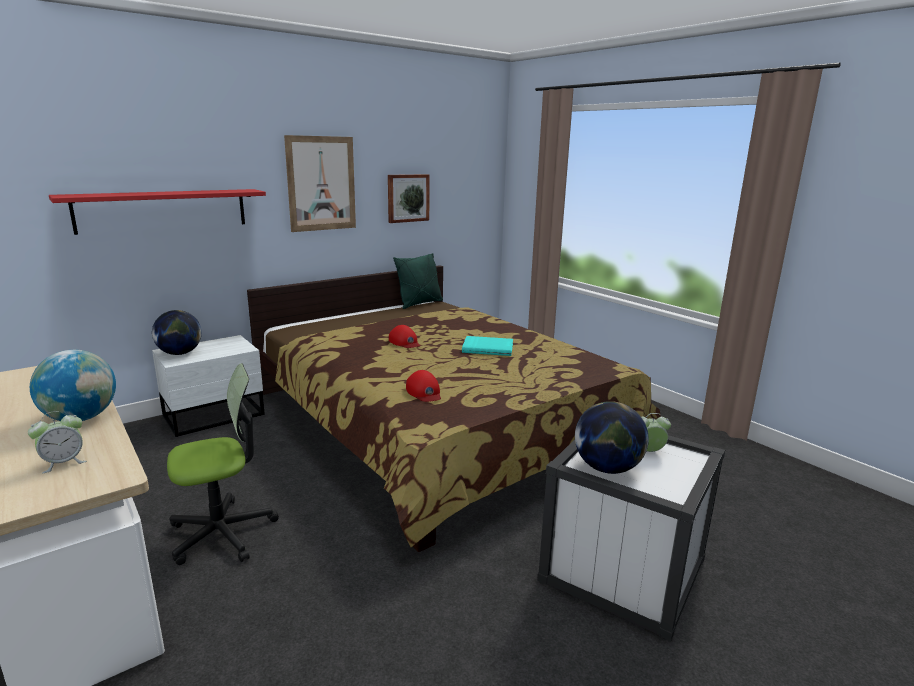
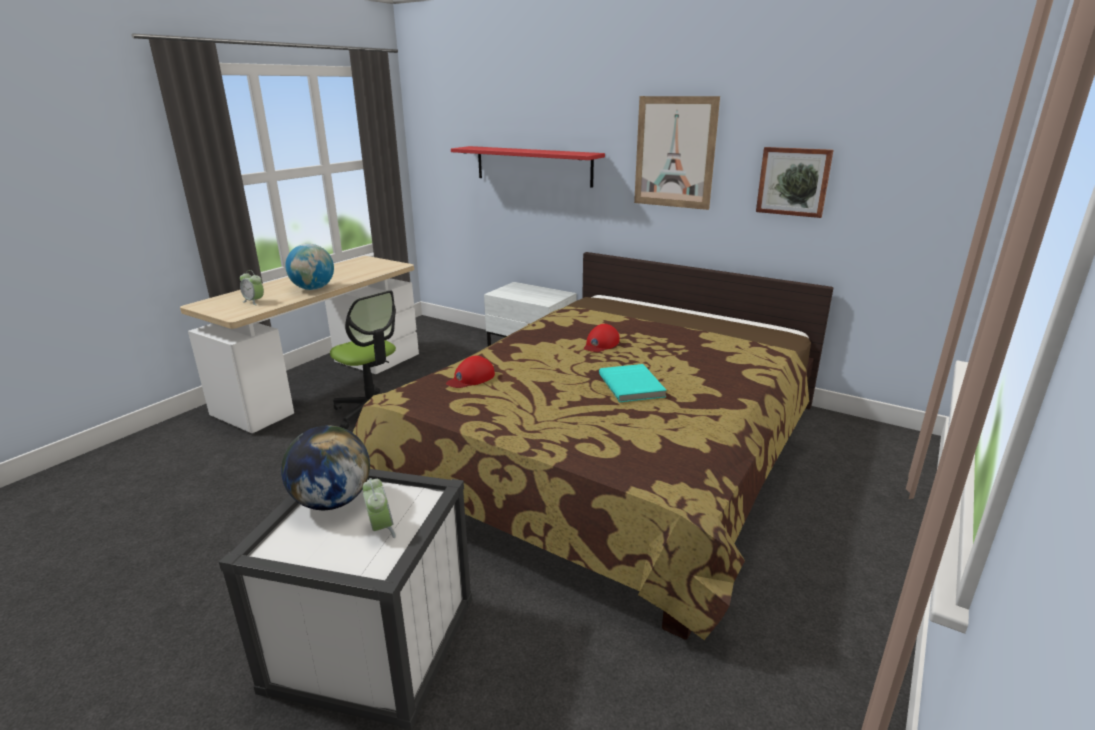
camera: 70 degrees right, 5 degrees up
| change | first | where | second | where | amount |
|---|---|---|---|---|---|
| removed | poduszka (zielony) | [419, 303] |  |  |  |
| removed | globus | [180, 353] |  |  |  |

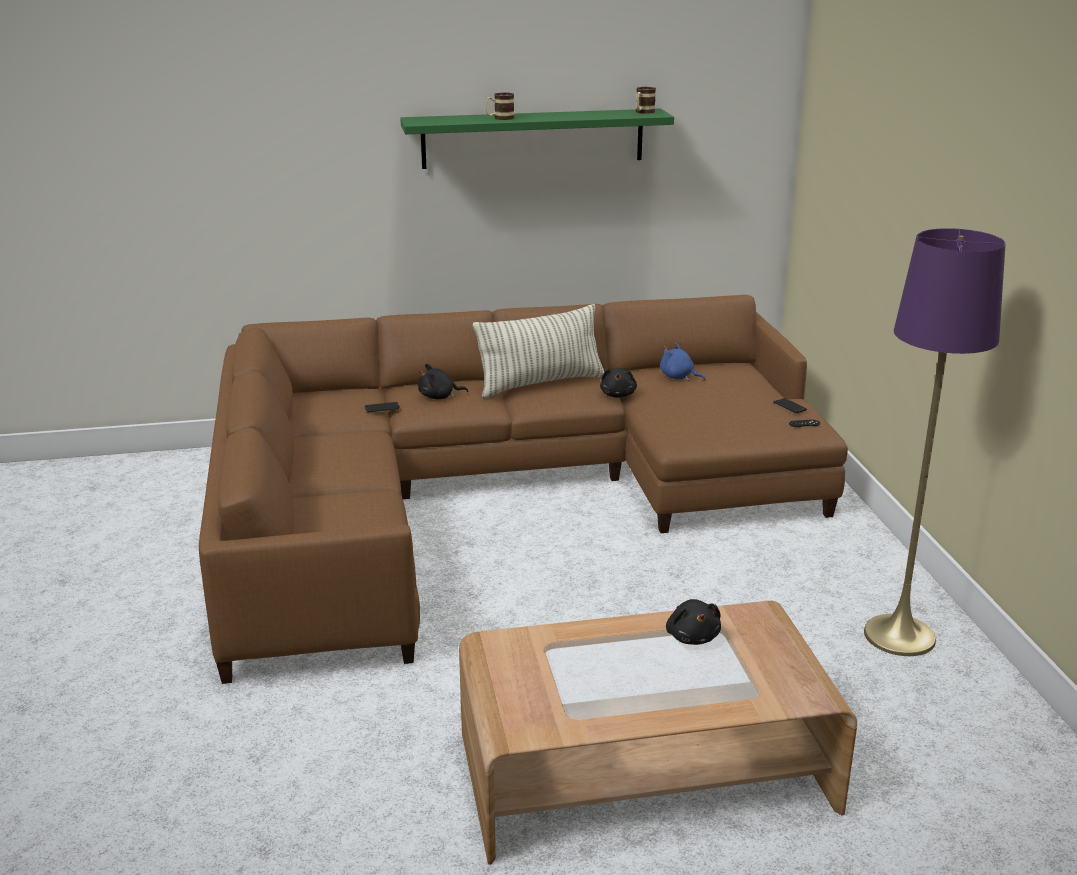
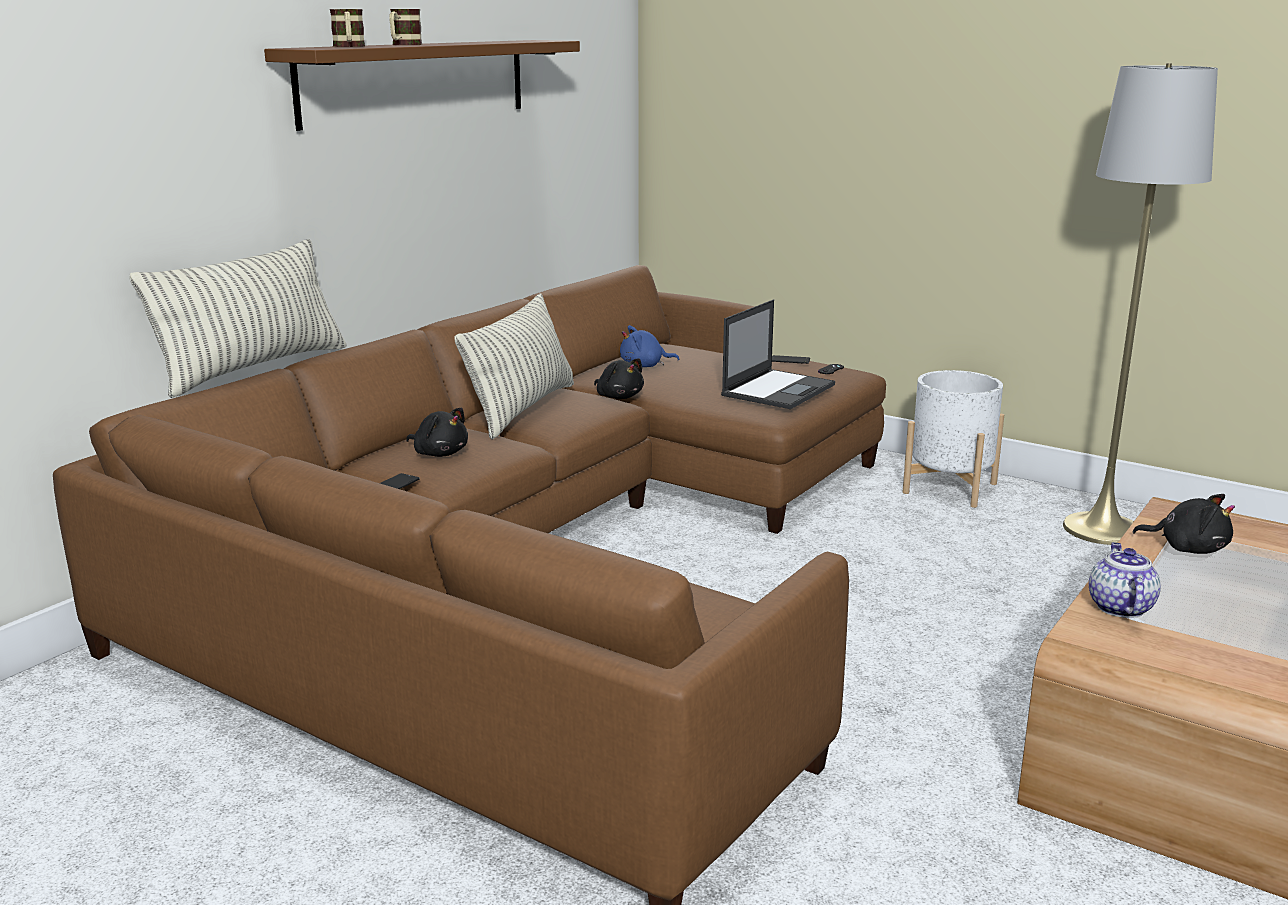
camera: 45 degrees left, 5 degrees down
| change | first | where | second | where | amount |
|---|---|---|---|---|---|
| moved | kubek | [643, 112] |  | [349, 46] |  |
| recoloured | półka (zielony) | [533, 138] | półka (brązowy) | [416, 81] |  |
| recoloured | lampa stojąca (fioletowy) | [899, 635] | lampa stojąca (szary) | [1102, 529] |  |
| turned | pluszak (czarny) | [439, 397] |  | [439, 453] | 90 degrees counterclockwise |
| added |  |  | poduszka | [253, 369] |  |
| added |  |  | laptop | [779, 389] |  |
| added |  |  | donica (biały) | [950, 488] |  |
| added |  |  | imbryk | [1119, 607] |  |

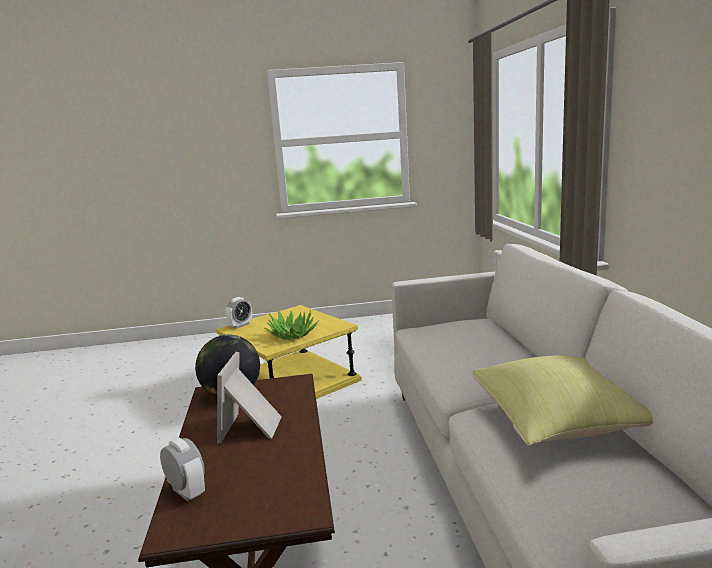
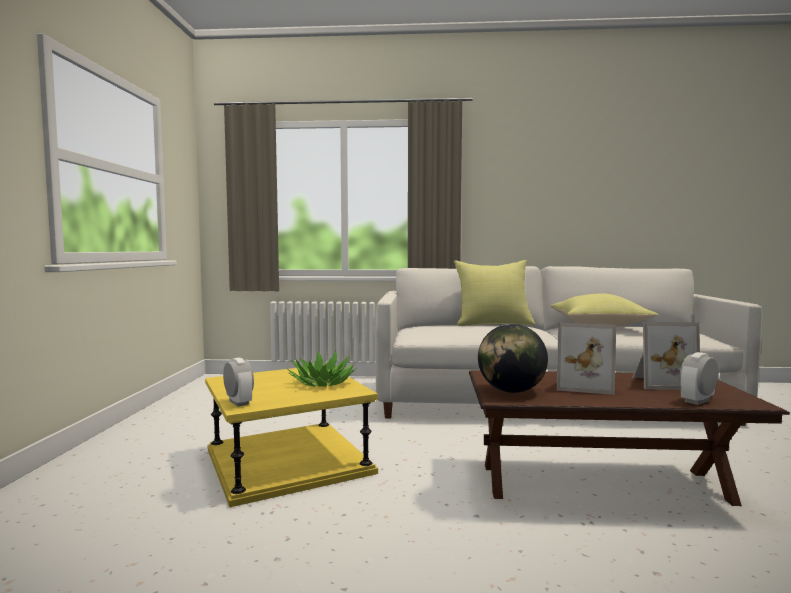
camera: 80 degrees left, 10 degrees down
| change | first | where | second | where | amount |
|---|---|---|---|---|---|
| added |  |  | poduszka (żółty) | [493, 324] |  |
| added |  |  | ramka na zdjęcie | [661, 383] |  |

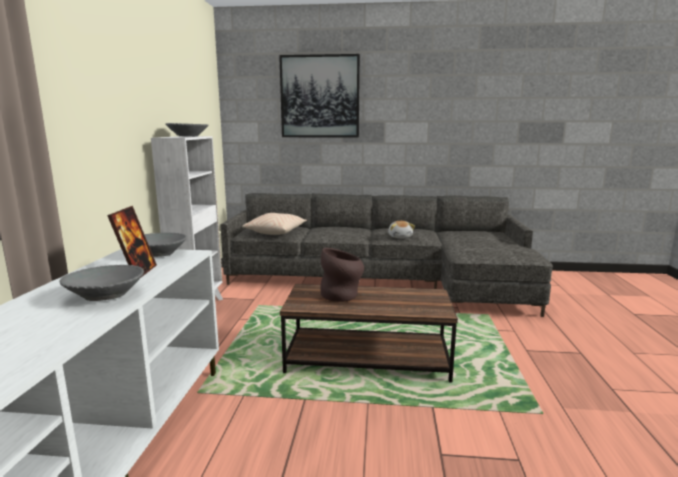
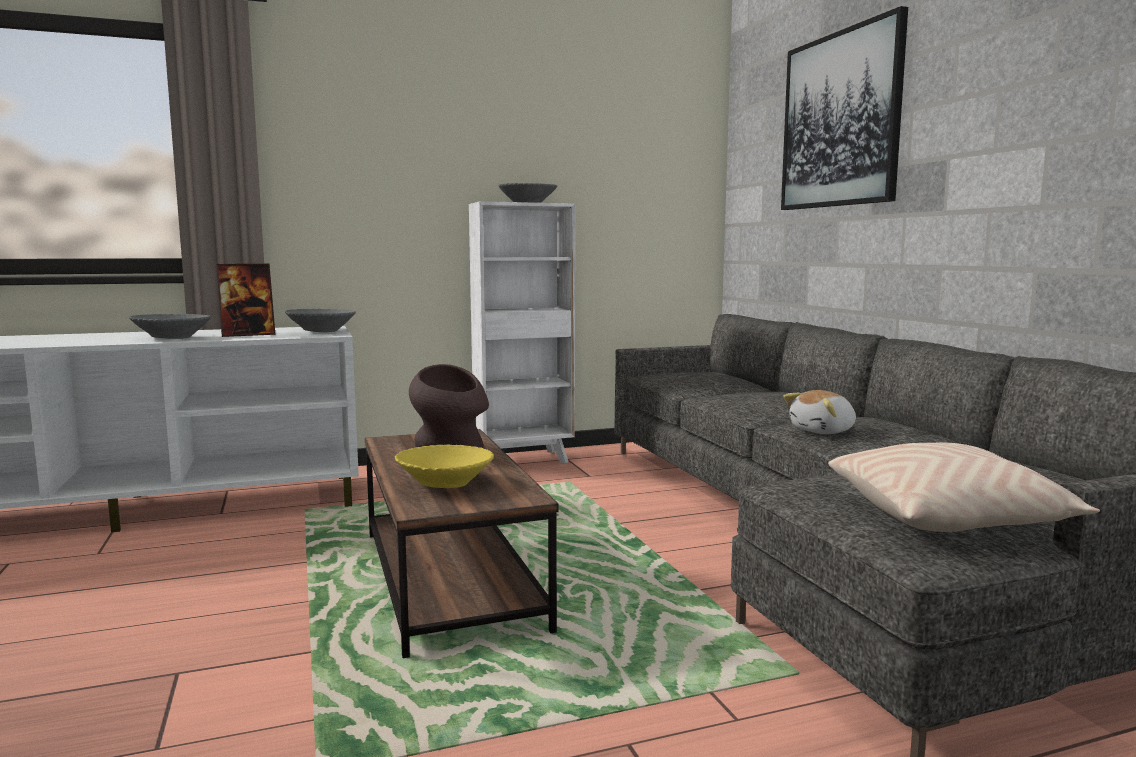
camera: 65 degrees right, 5 degrees down
| change | first | where | second | where | amount |
|---|---|---|---|---|---|
| moved | poduszka (beżowy) | [276, 232] |  | [948, 518] |  |
| added |  |  | miska (żółty) | [445, 483] |  |

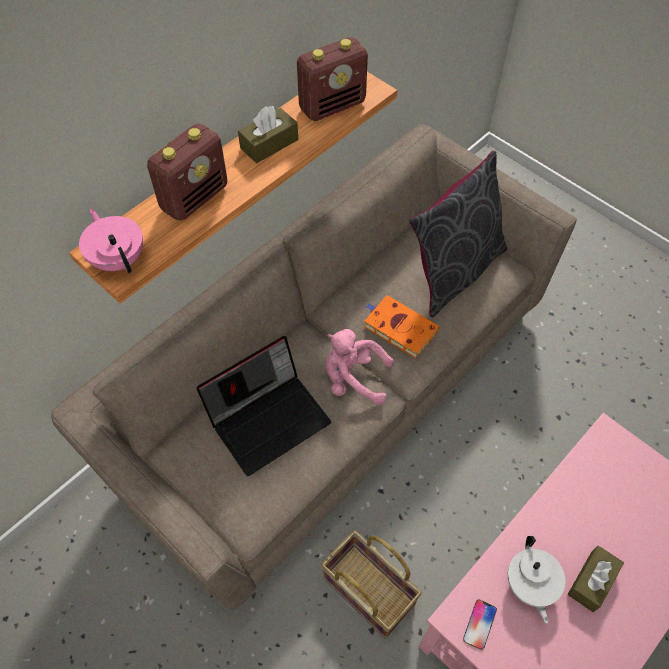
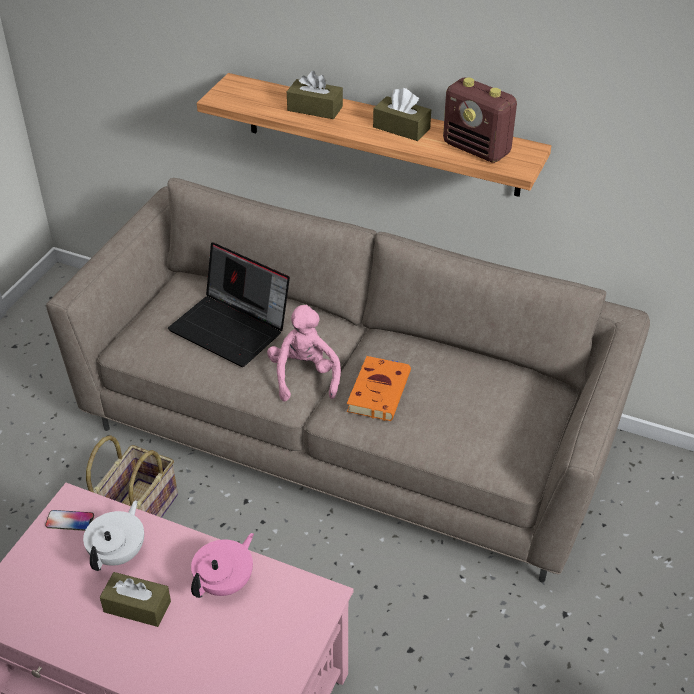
camera: 70 degrees right, 15 degrees down
| change | first | where | second | where | amount |
|---|---|---|---|---|---|
| replaced | radio | [195, 197] | pudełko chusteczek (brązowy) | [315, 108] |  |
| removed | poduszka (szary) | [454, 271] |  |  |  |
| moved | imbryk (różowy) | [119, 259] |  | [225, 583] |  |
| turned | imbryk (biały) | [529, 585] |  | [119, 553] | 135 degrees clockwise |

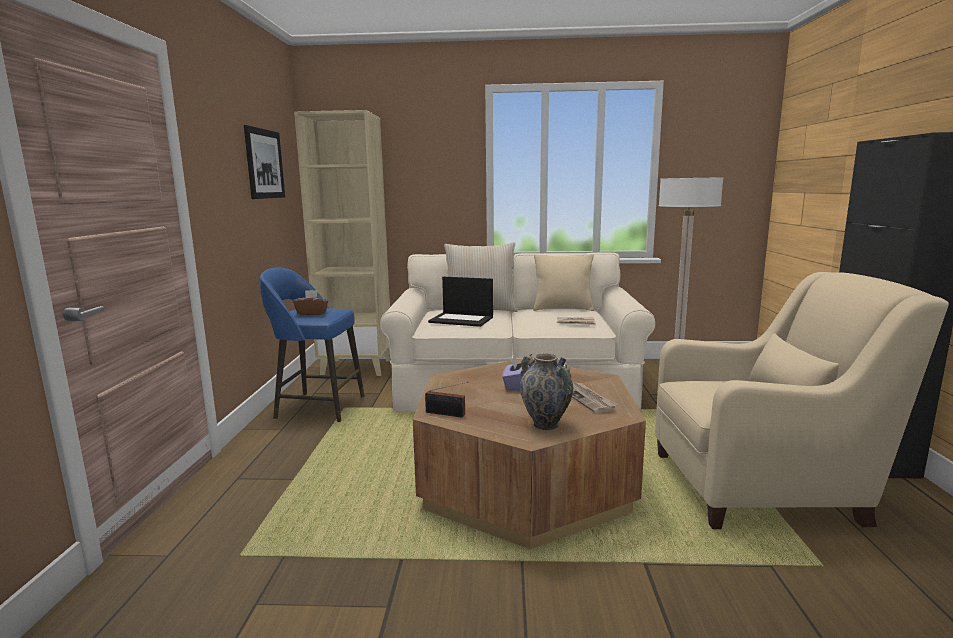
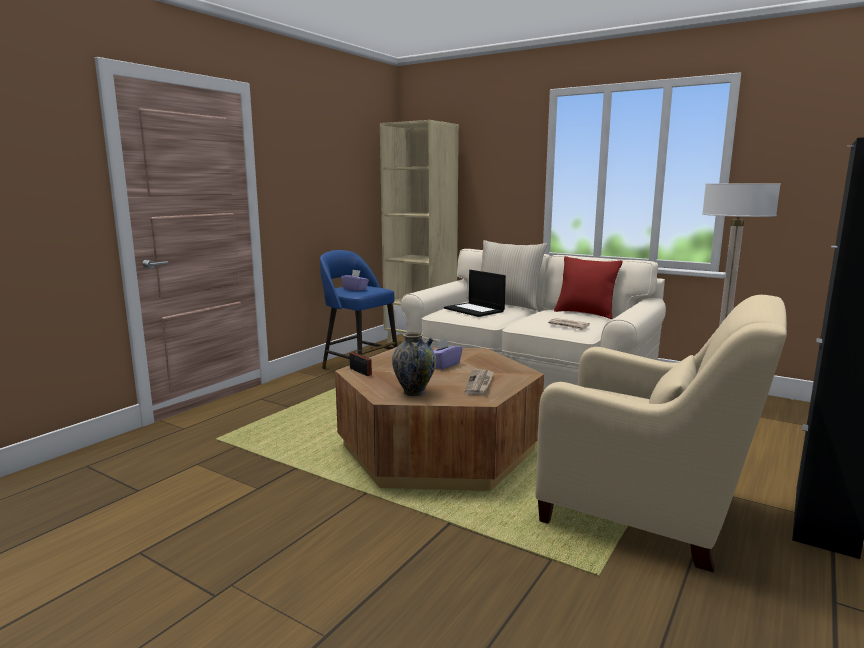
camera: 30 degrees right, 0 degrees up
| change | first | where | second | where | amount |
|---|---|---|---|---|---|
| removed | obraz | [264, 164] |  |  |  |
| recoloured | poduszka (beżowy) | [563, 309] | poduszka (czerwony) | [585, 313] |  |
| recoloured | pudełko chusteczek (brązowy) | [312, 313] | pudełko chusteczek (fioletowy) | [355, 289] |  |

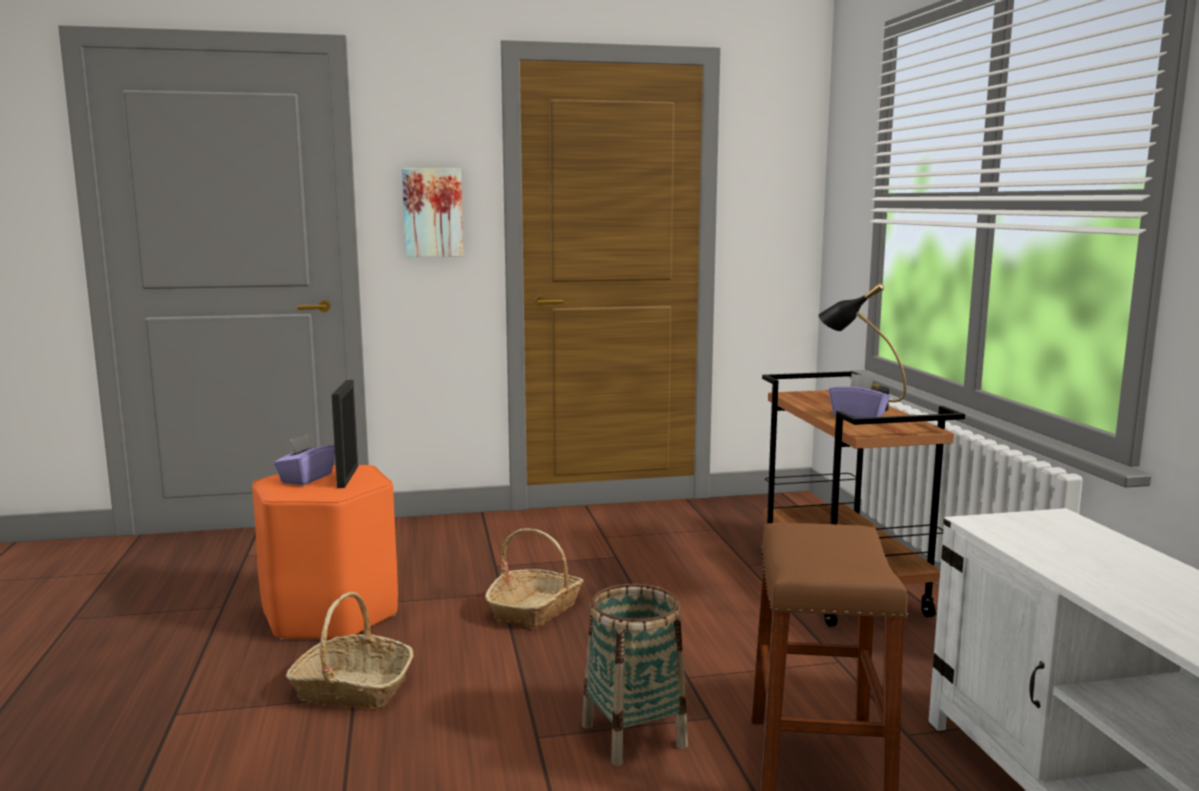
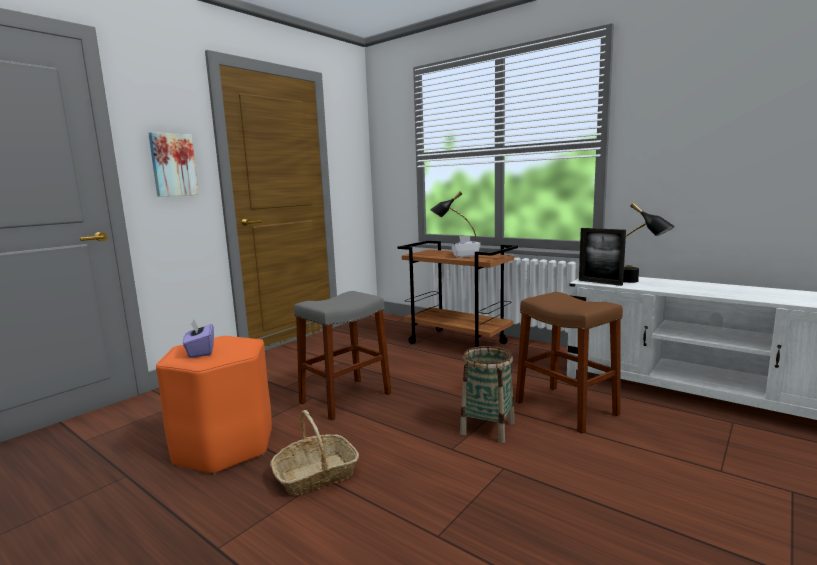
camera: 40 degrees left, 0 degrees up
| change | first | where | second | where | amount |
|---|---|---|---|---|---|
| recoloured | pudełko chusteczek (fioletowy) | [858, 416] | pudełko chusteczek (biały) | [465, 256] |  |
| moved | ramka na zdjęcie | [348, 477] |  | [600, 282] |  |
| replaced | koszyk | [535, 610] | stołek (szary) | [345, 398] |  |
| added |  |  | lampa stołowa (czarny) | [637, 282] |  |

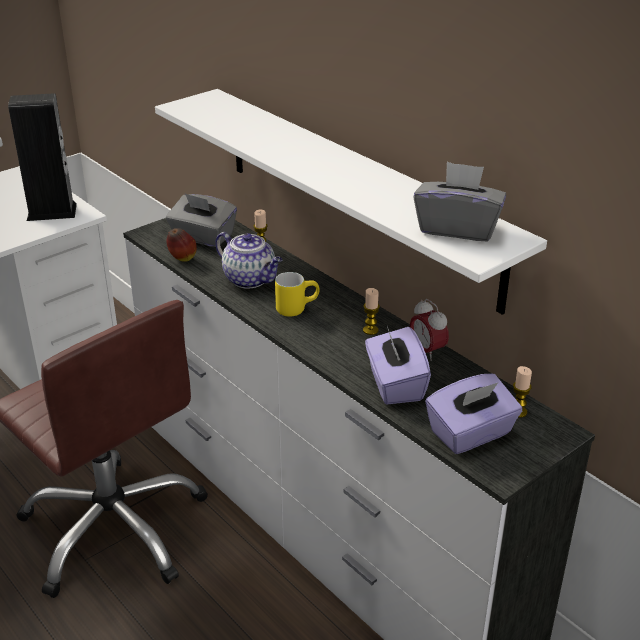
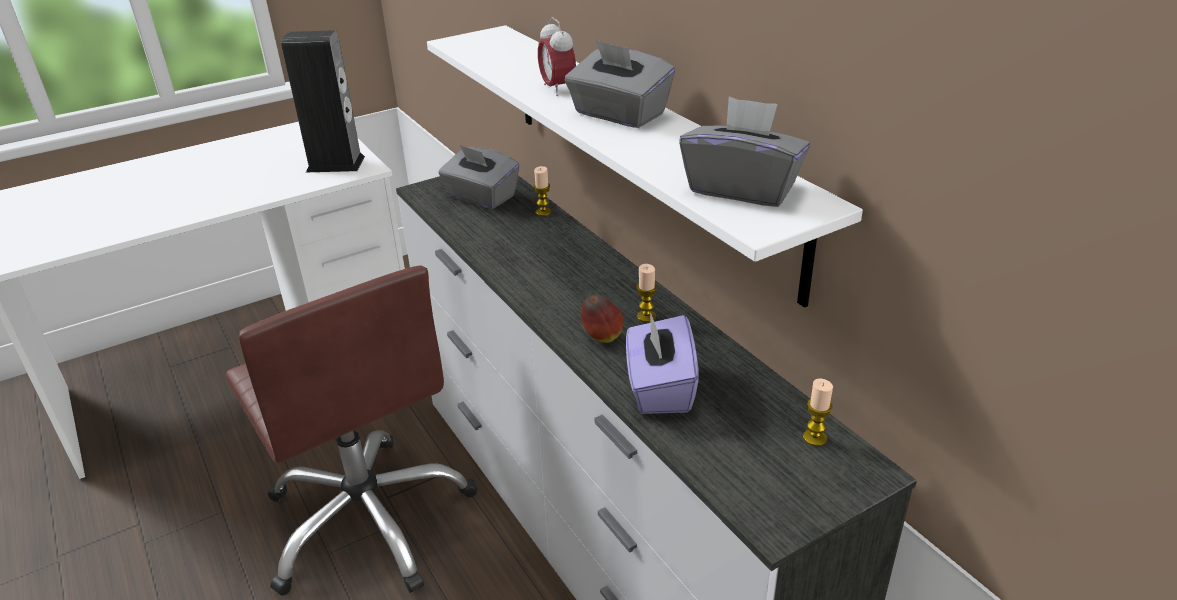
camera: 10 degrees right, 0 degrees up
| change | first | where | second | where | amount |
|---|---|---|---|---|---|
| moved | jabłko | [182, 259] |  | [601, 338] |  |
| removed | imbryk | [251, 279] |  |  |  |
| removed | kubek (żółty) | [296, 308] |  |  |  |
| moved | budzik | [427, 351] |  | [558, 89] |  |
| removed | pudełko chusteczek (fioletowy) | [471, 434] |  |  |  |
| added |  |  | pudełko chusteczek (szary) | [619, 115] |  |

